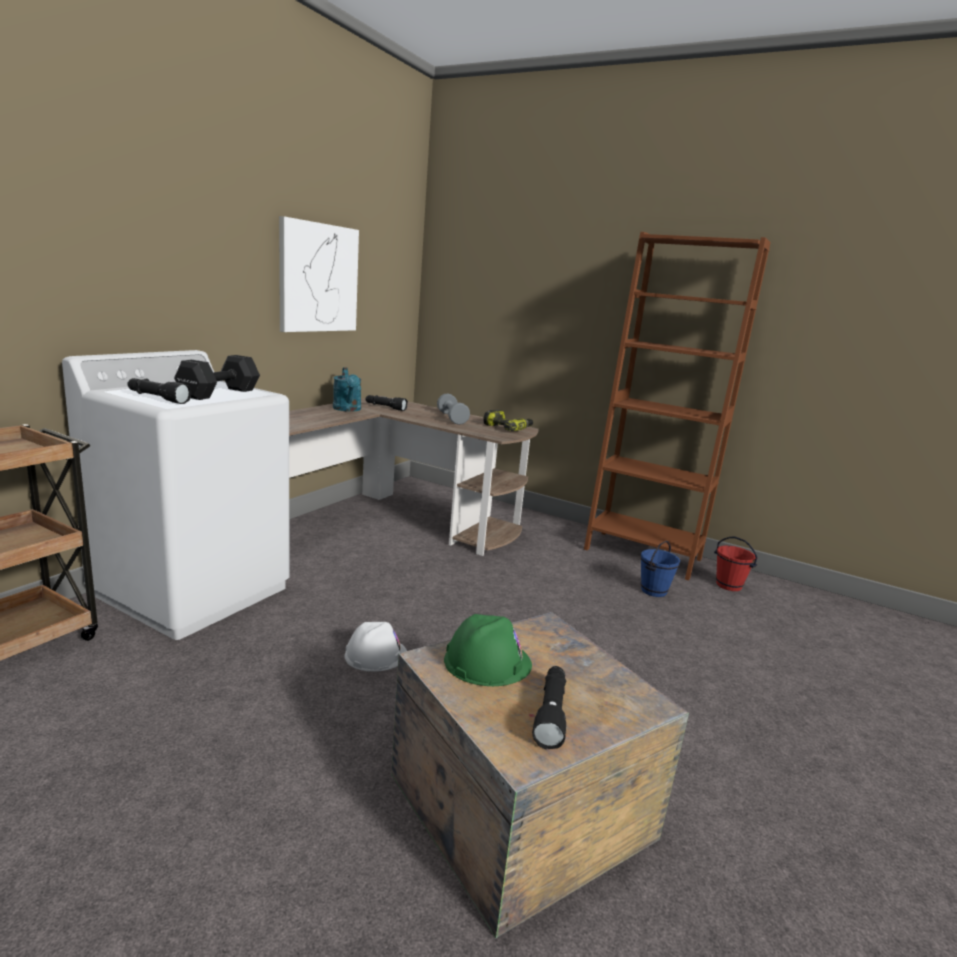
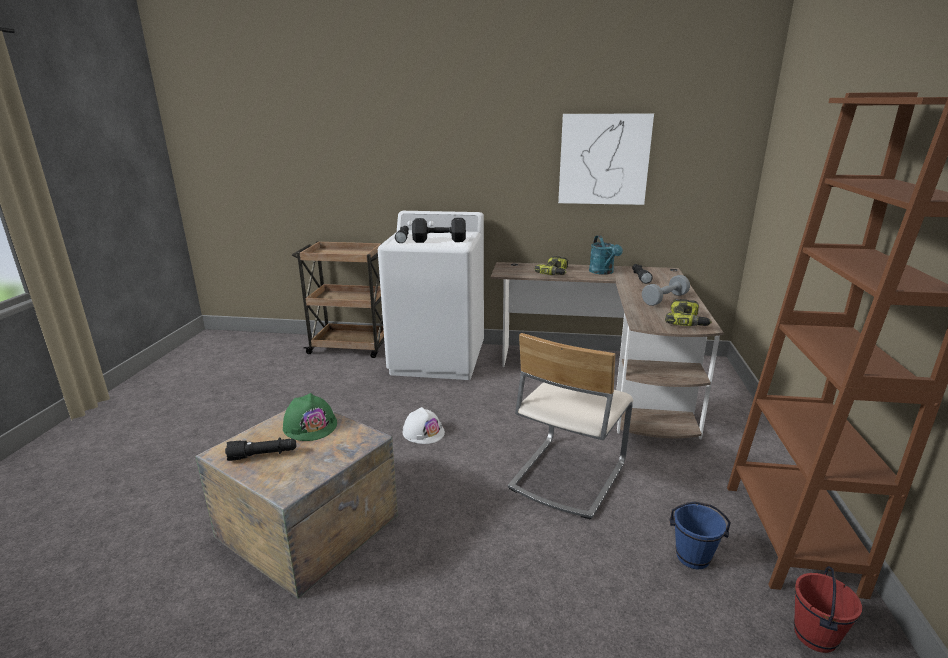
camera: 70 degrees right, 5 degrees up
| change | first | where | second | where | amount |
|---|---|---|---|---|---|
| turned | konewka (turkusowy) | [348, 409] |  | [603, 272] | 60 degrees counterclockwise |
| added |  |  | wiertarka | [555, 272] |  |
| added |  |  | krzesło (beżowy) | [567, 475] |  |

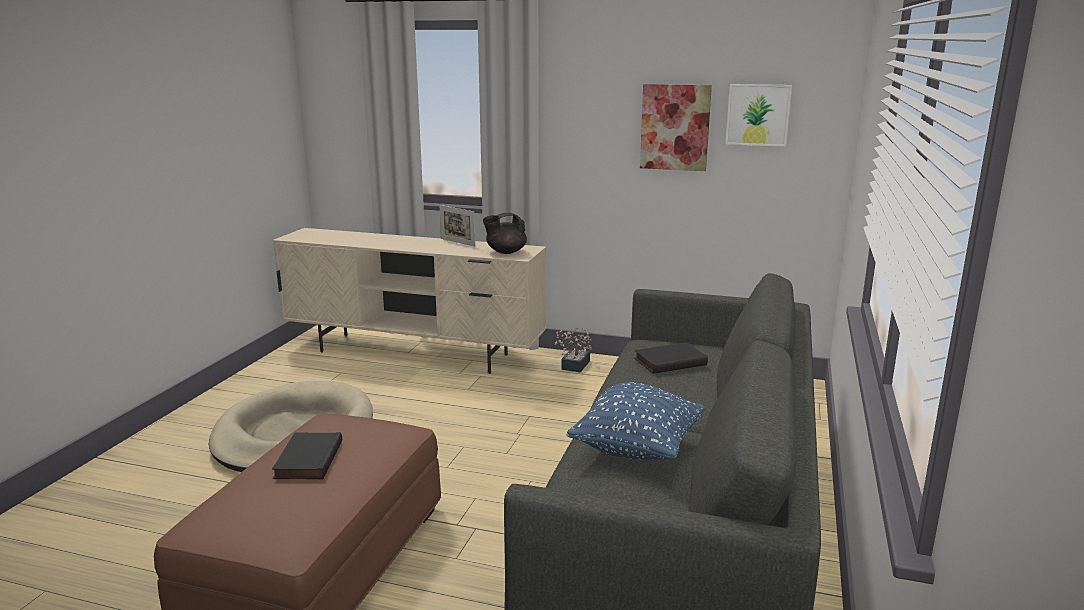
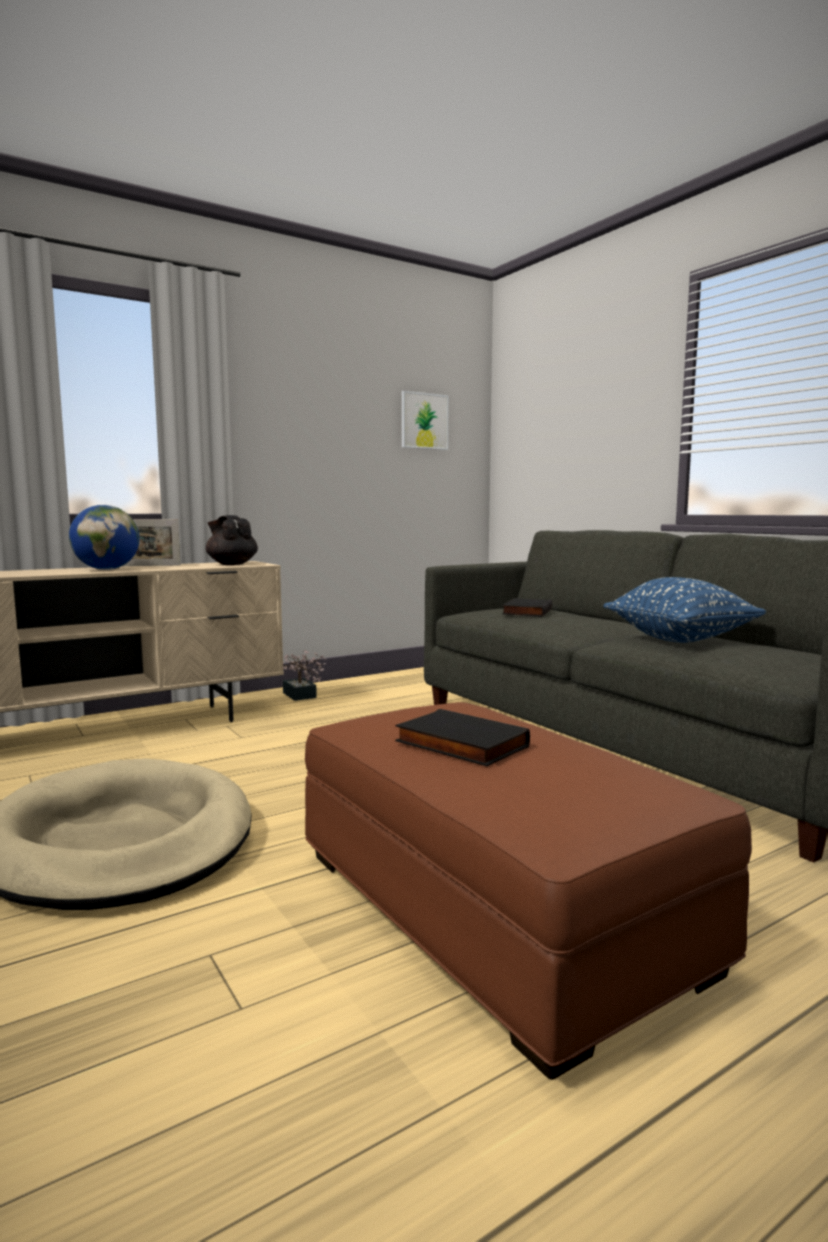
camera: 50 degrees left, 10 degrees down
| change | first | where | second | where | amount |
|---|---|---|---|---|---|
| removed | obraz | [675, 127] |  |  |  |
| turned | imbryk (czarny) | [505, 252] |  | [231, 564] | 120 degrees clockwise |
| added |  |  | globus | [106, 569] |  |

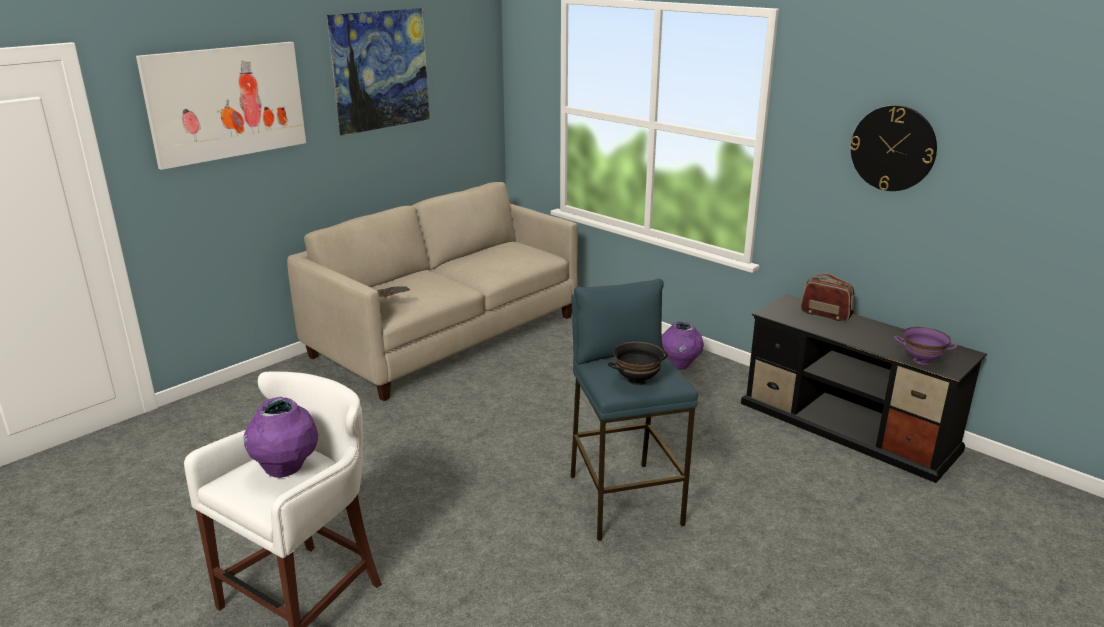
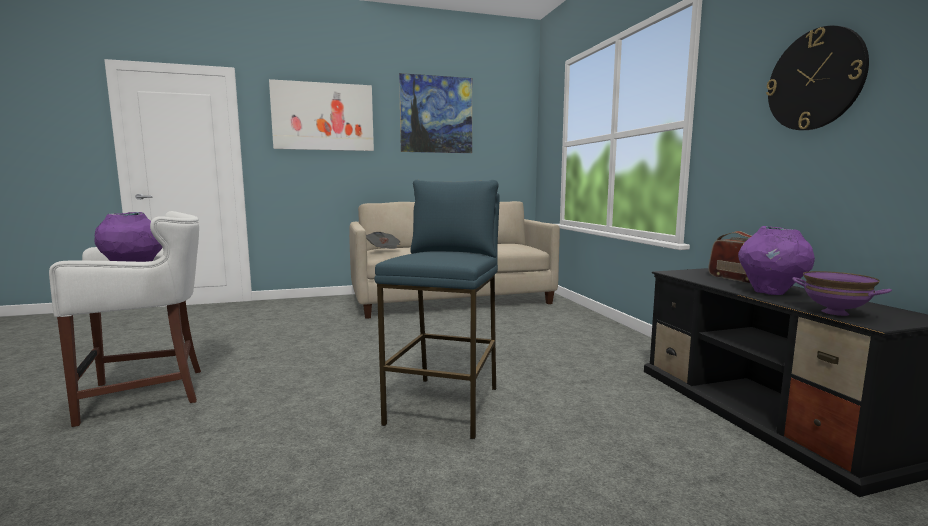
camera: 30 degrees right, 15 degrees down
| change | first | where | second | where | amount |
|---|---|---|---|---|---|
| moved | wazon (fioletowy) | [679, 365] |  | [770, 292] |  |
| removed | miska (czarny) | [637, 381] |  |  |  |

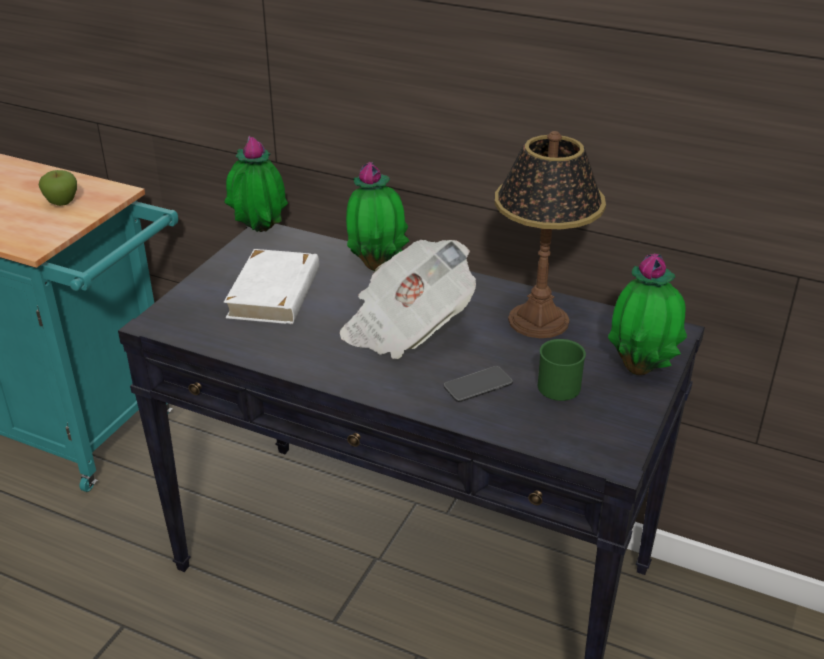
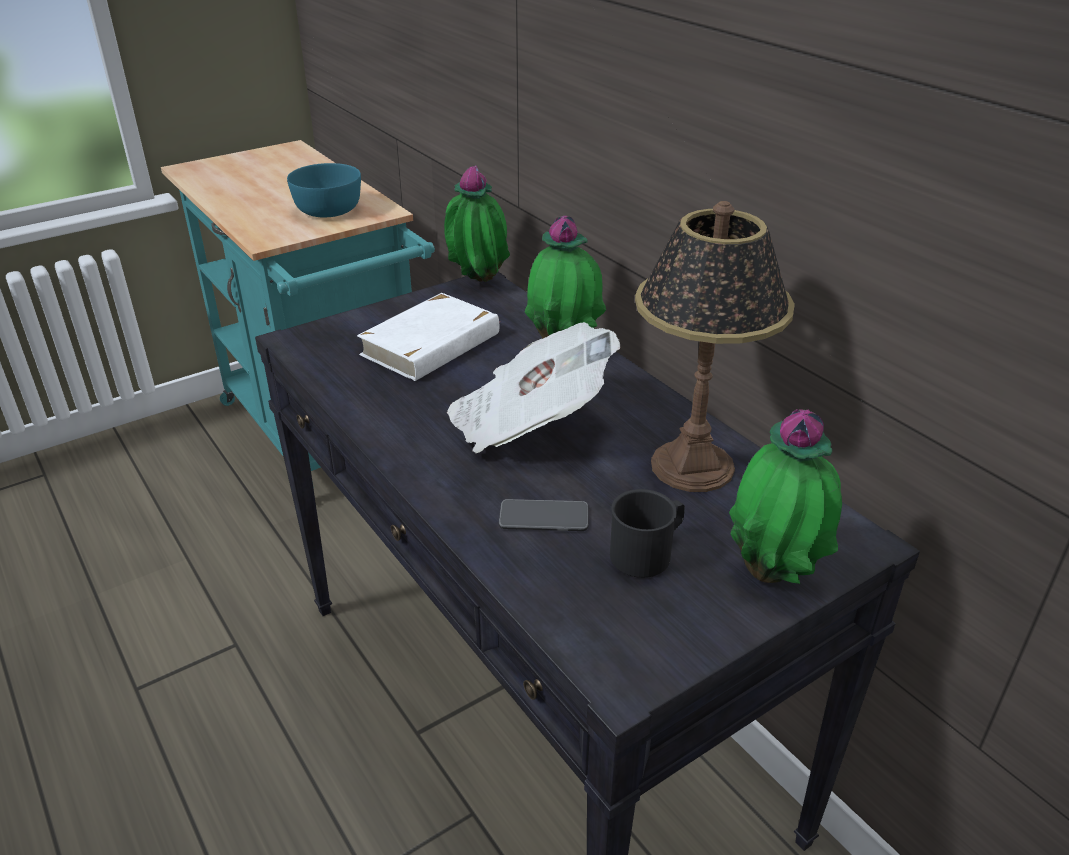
camera: 30 degrees right, 0 degrees up
| change | first | where | second | where | amount |
|---|---|---|---|---|---|
| replaced | jabłko | [62, 203] | miska (turkusowy) | [329, 209] |  |
| recoloured | kubek (zielony) | [561, 383] | kubek (czarny) | [648, 552] |  |

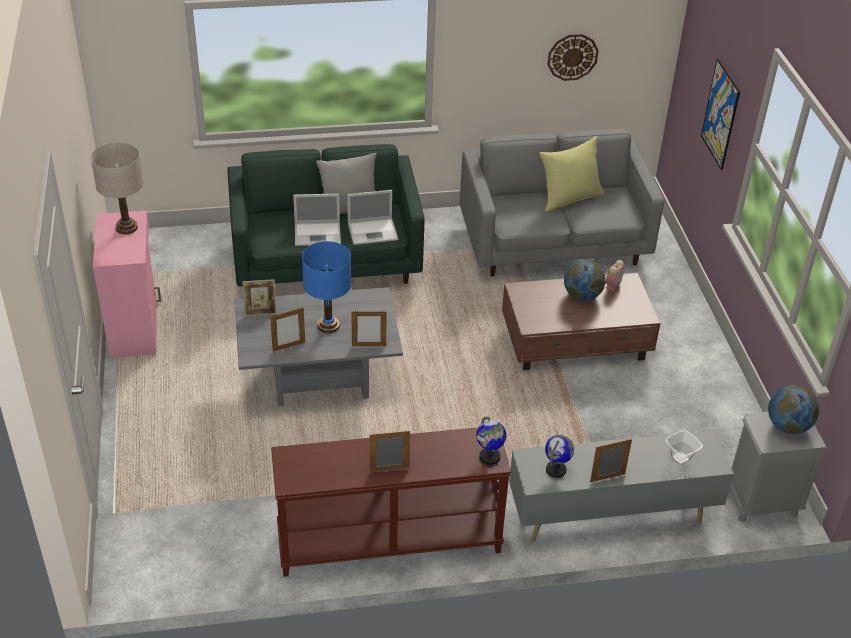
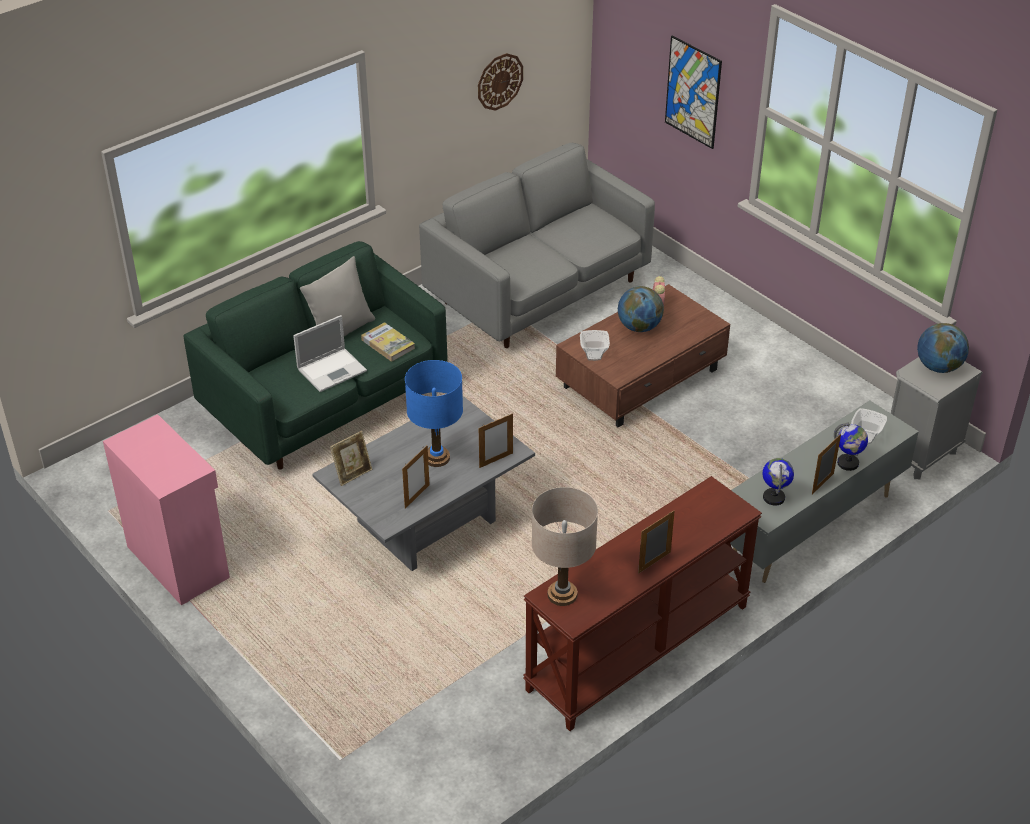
camera: 30 degrees left, 0 degrees up
| change | first | where | second | where | amount |
|---|---|---|---|---|---|
| removed | poduszka (żółty) | [569, 198] |  |  |  |
| moved | lampa stołowa (beżowy) | [126, 228] |  | [562, 595] |  |
| replaced | laptop | [373, 231] | książka | [388, 344] |  |
| moved | globus | [489, 457] |  | [848, 463] |  |
| added |  |  | miska | [593, 356] |  |

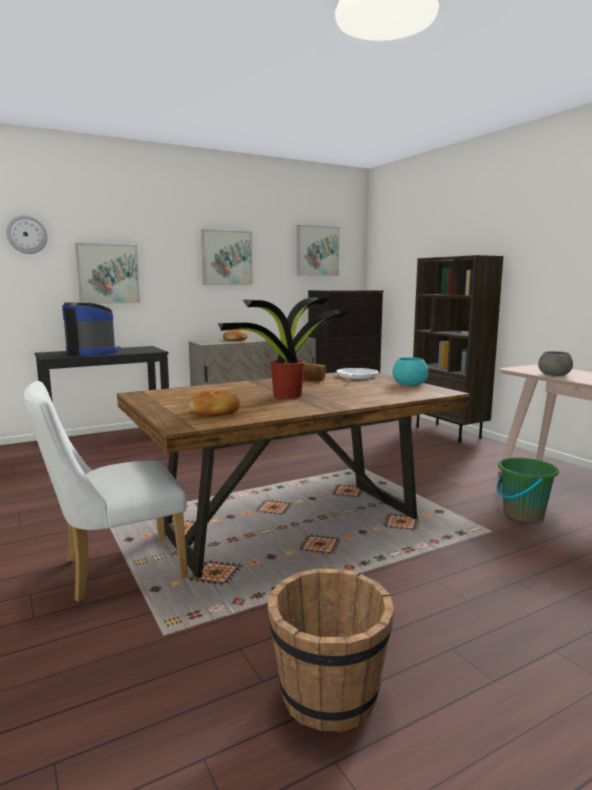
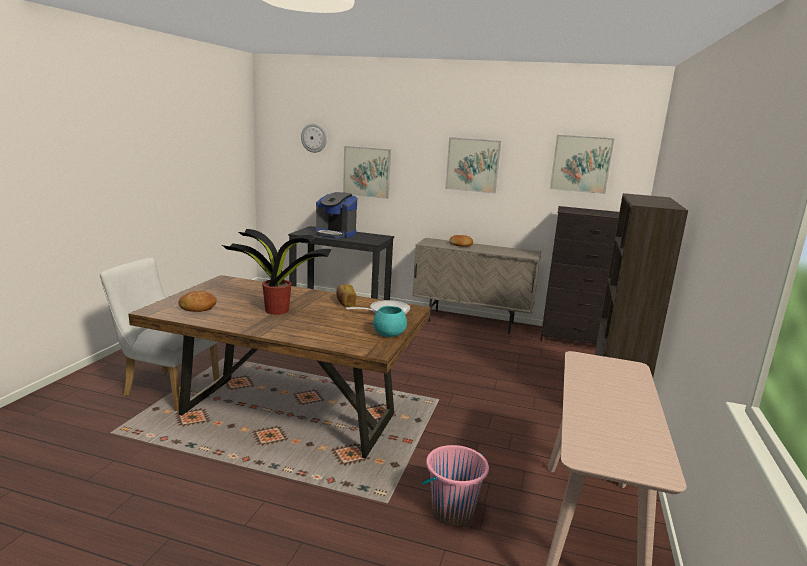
camera: 45 degrees right, 5 degrees up
| change | first | where | second | where | amount |
|---|---|---|---|---|---|
| turned | ekspres do kawy | [93, 352] |  | [335, 234] | 120 degrees clockwise |
| removed | miska (szary) | [555, 375] |  |  |  |
| recoloured | wiadro (zielony) | [523, 514] | wiadro (różowy) | [452, 511] |  |
| removed | wiadro (brązowy) | [328, 696] |  |  |  |

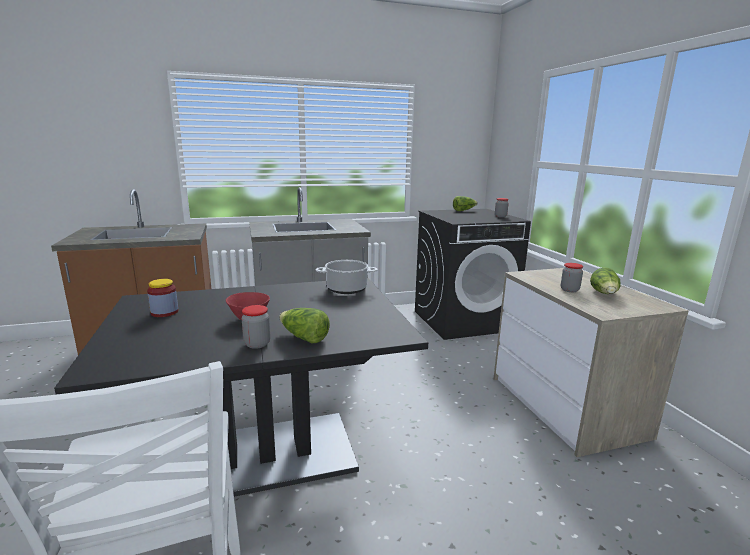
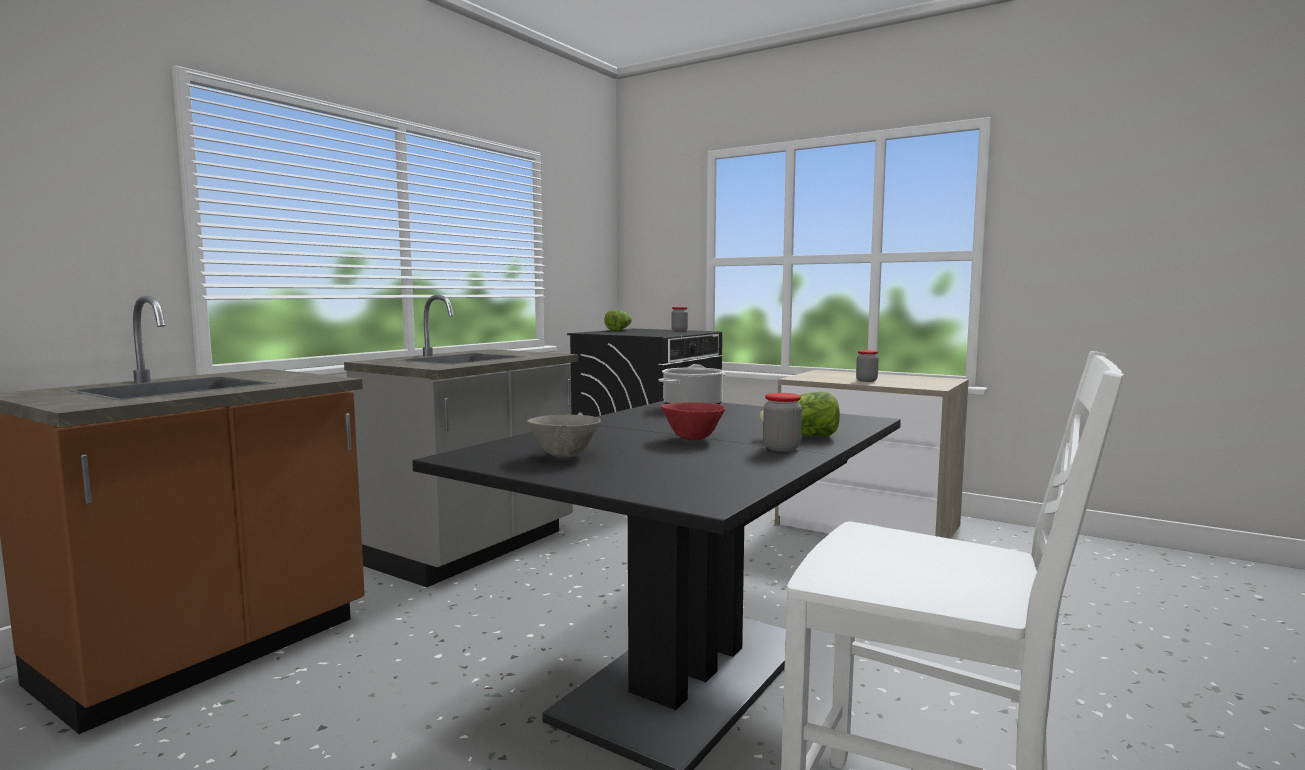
camera: 40 degrees left, 10 degrees down
| change | first | where | second | where | amount |
|---|---|---|---|---|---|
| removed | sałata | [604, 294] |  |  |  |
| replaced | słoik | [164, 312] | miska (szary) | [564, 455] |  |

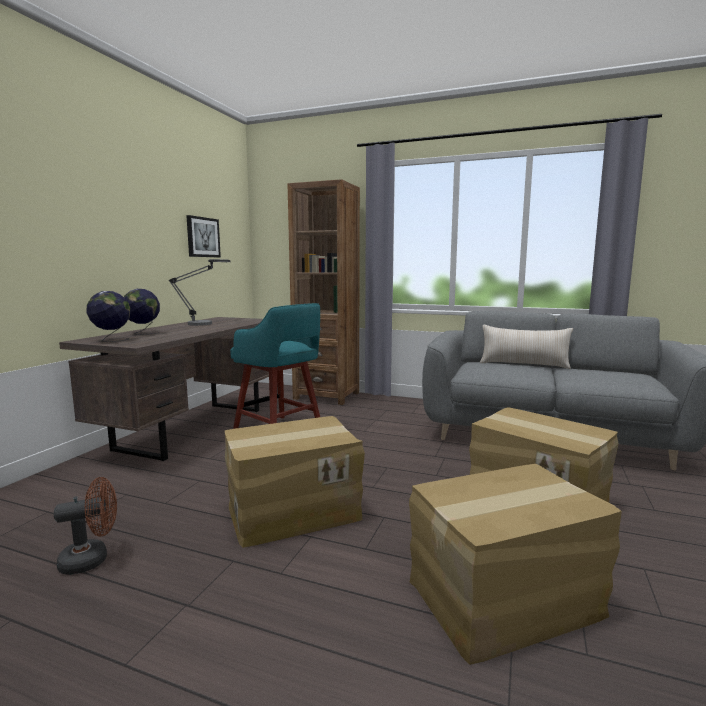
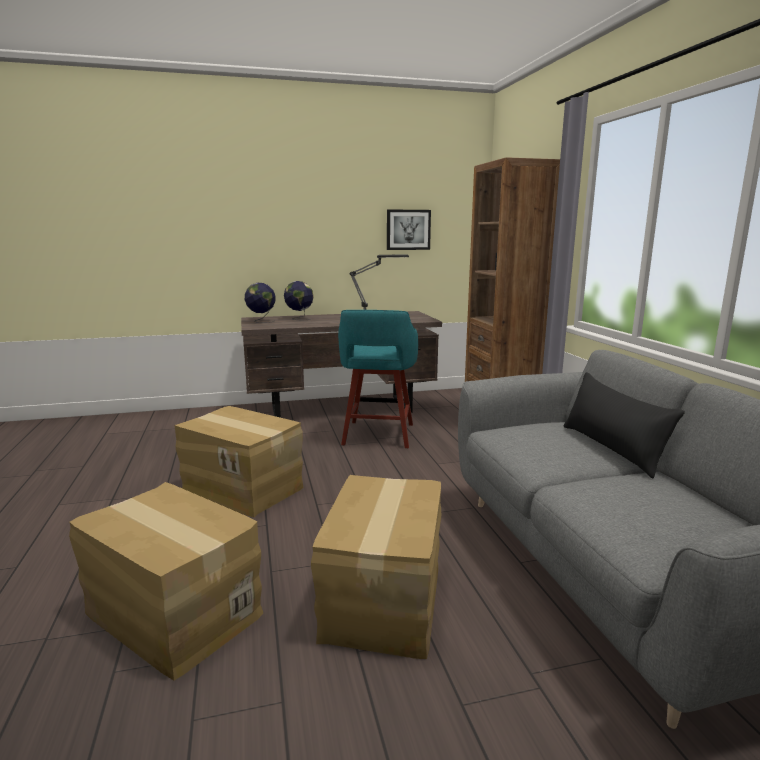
camera: 55 degrees right, 5 degrees up
| change | first | where | second | where | amount |
|---|---|---|---|---|---|
| recoloured | poduszka (beżowy) | [523, 365] | poduszka (czarny) | [611, 449] |  |
| removed | wentylator (brązowy) | [92, 559] |  |  |  |

